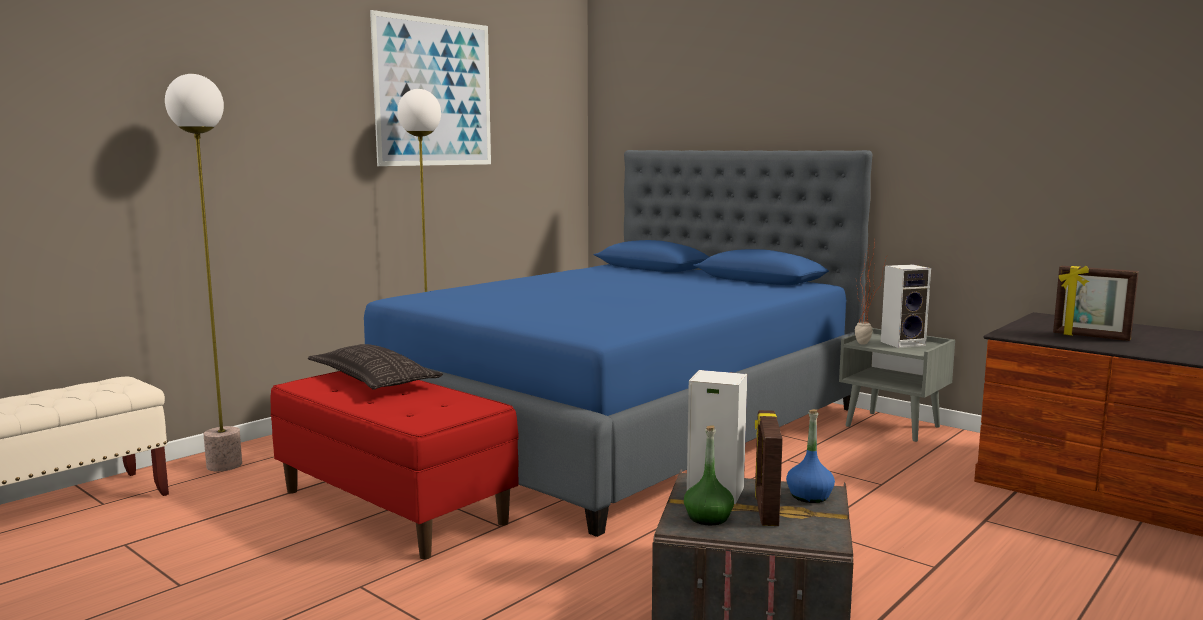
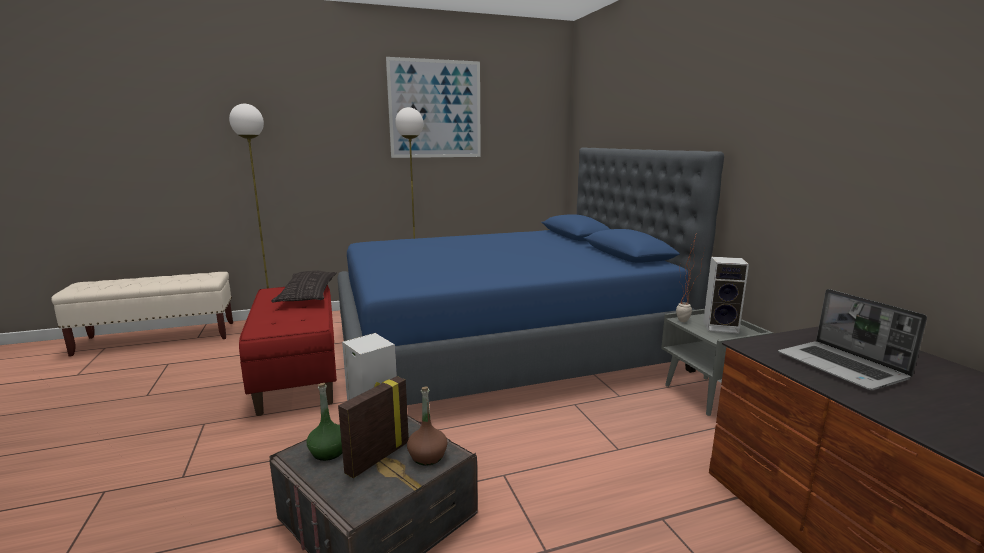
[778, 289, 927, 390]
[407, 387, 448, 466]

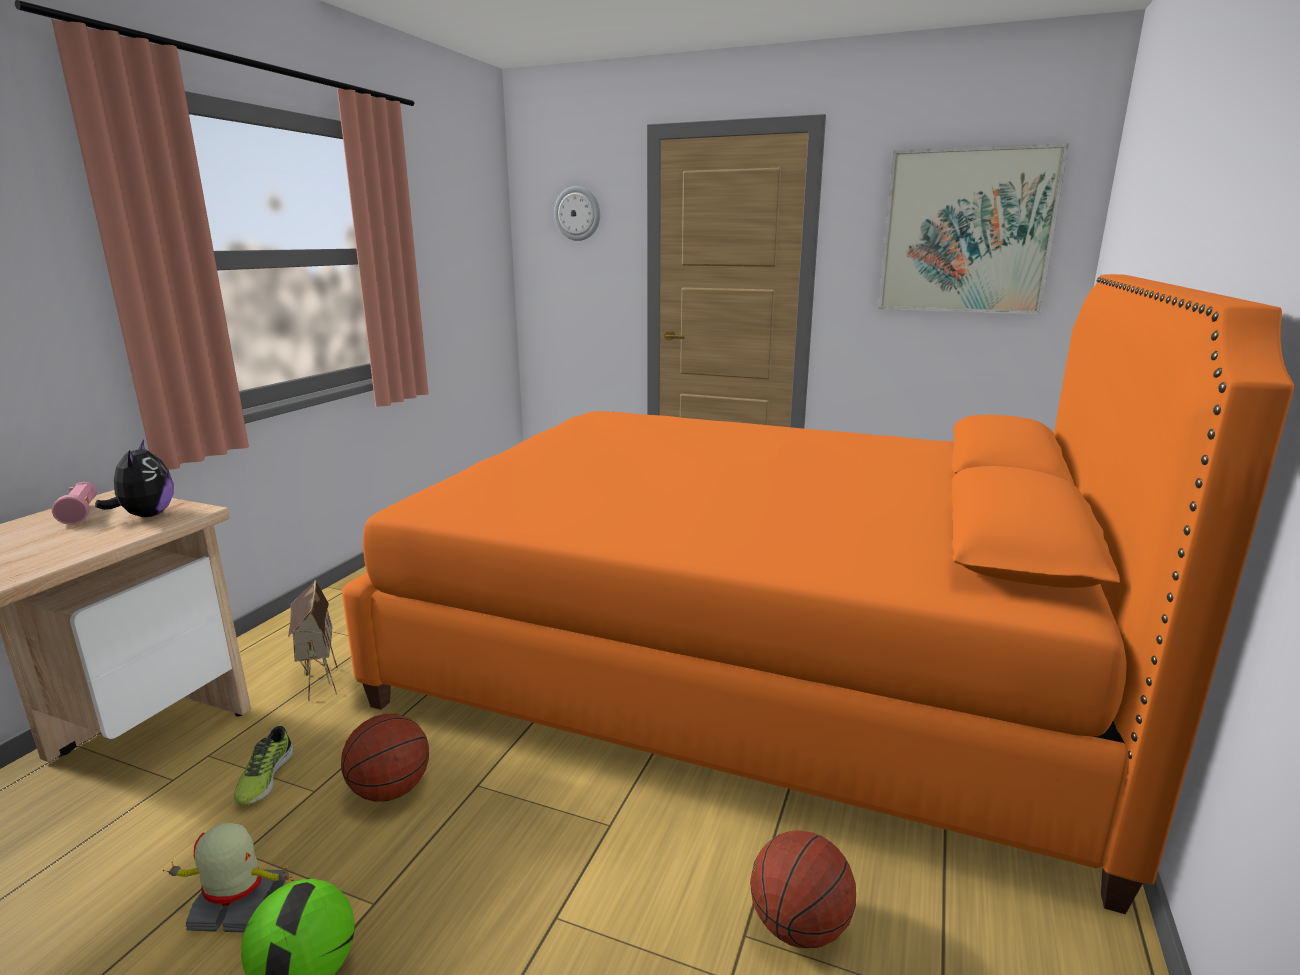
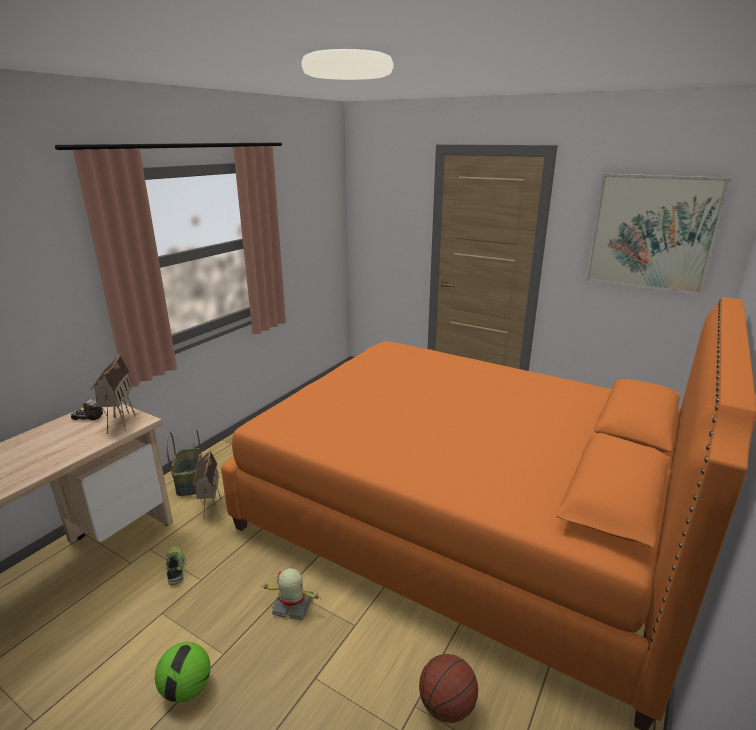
[341, 714, 429, 802] (first image)
[554, 186, 600, 241] (first image)
[166, 430, 202, 496]
[261, 568, 322, 621]
[71, 399, 103, 420]
[91, 354, 136, 434]
[166, 546, 186, 585]

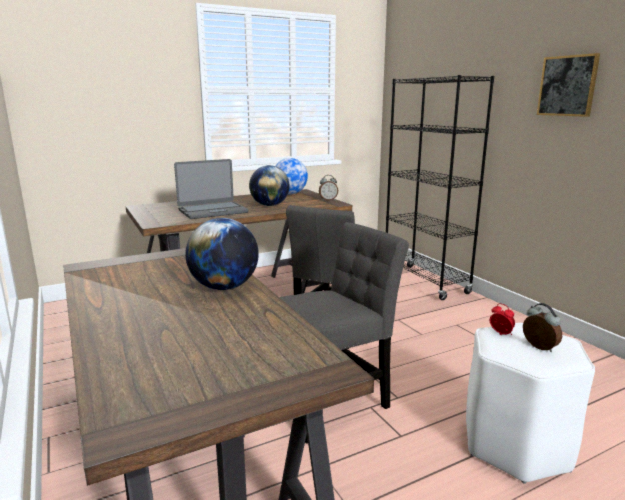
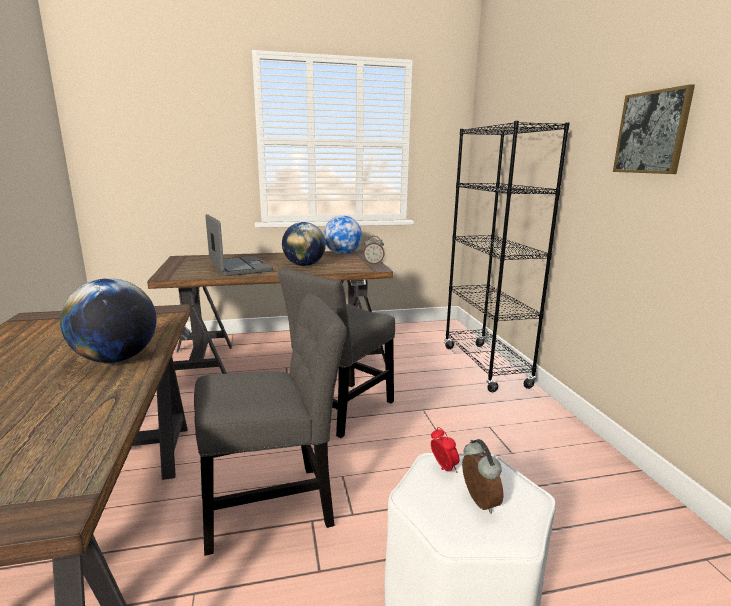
[205, 214, 273, 276]

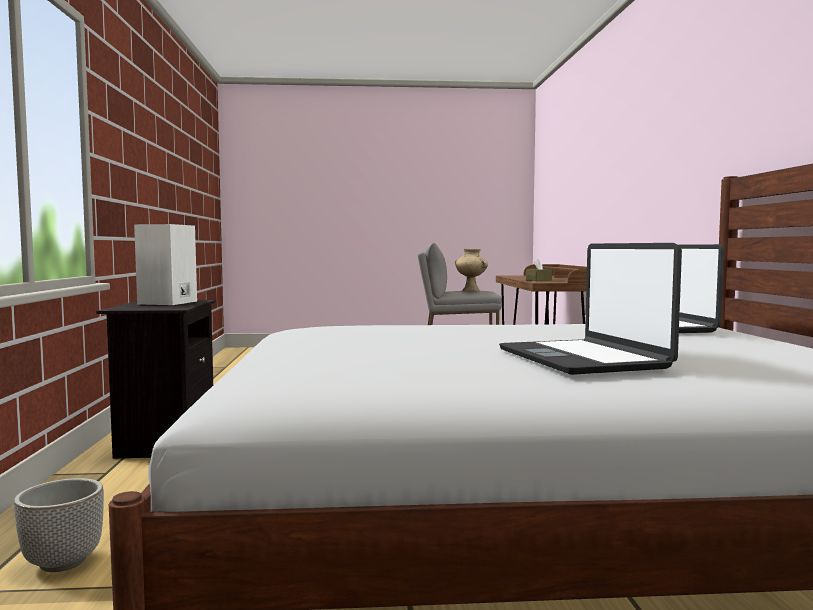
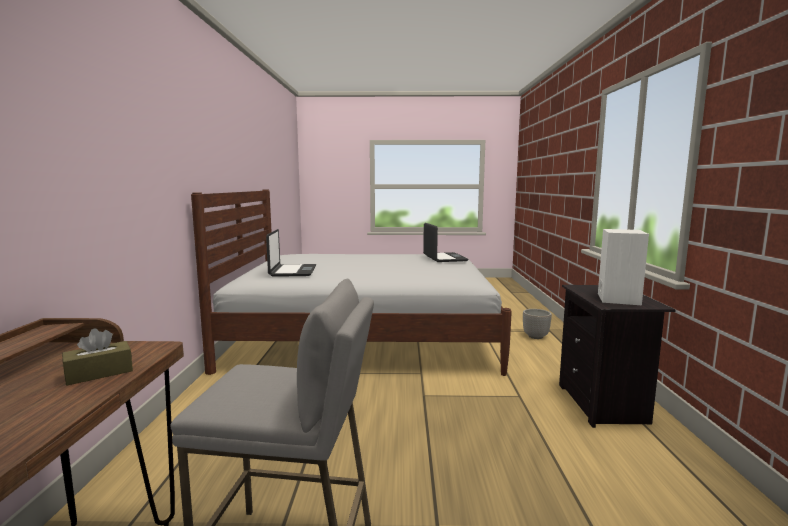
[455, 249, 488, 292] (first image)
[423, 223, 469, 262]

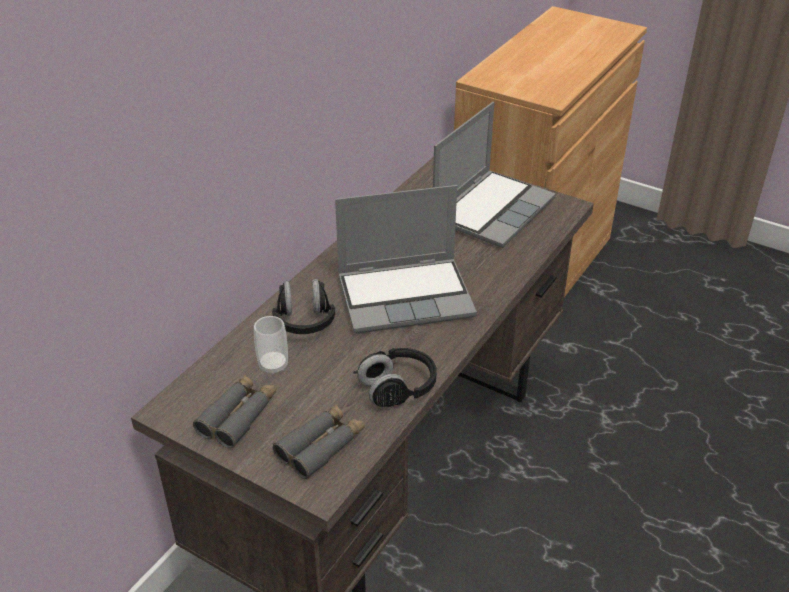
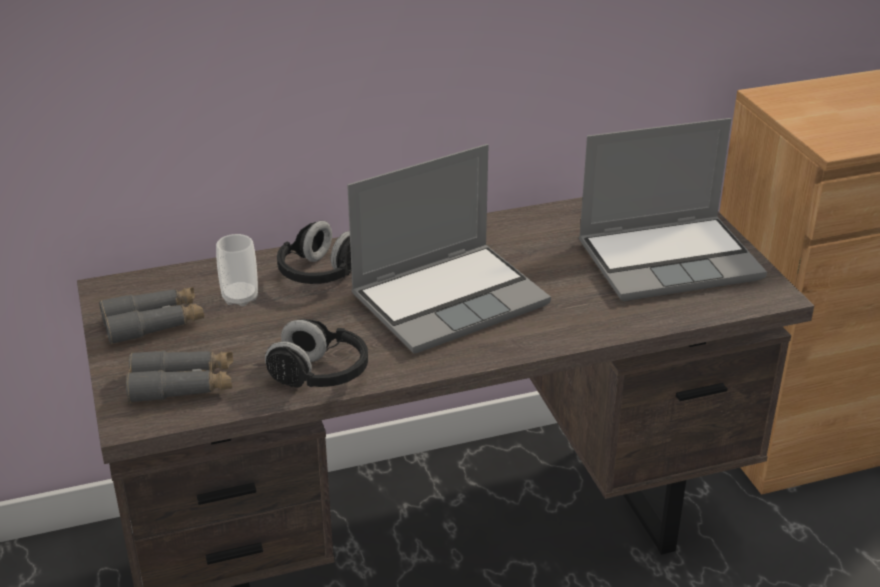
[347, 144, 551, 353]

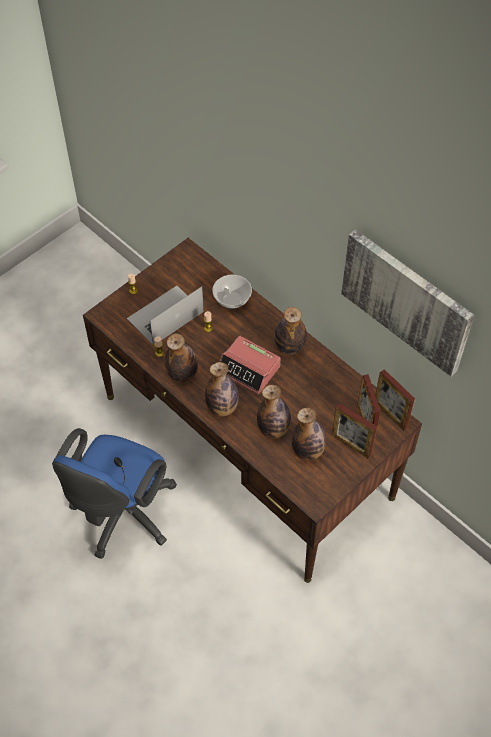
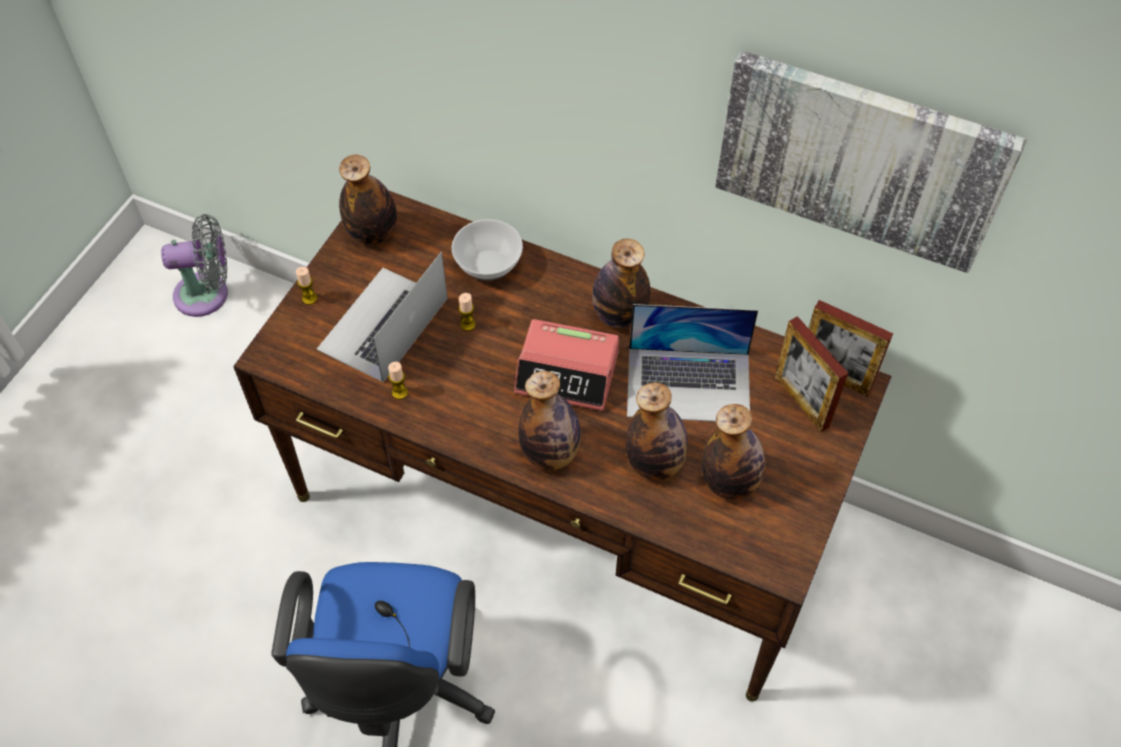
[332, 403, 377, 458] (first image)
[161, 214, 228, 317]
[627, 304, 758, 422]
[339, 154, 397, 245]

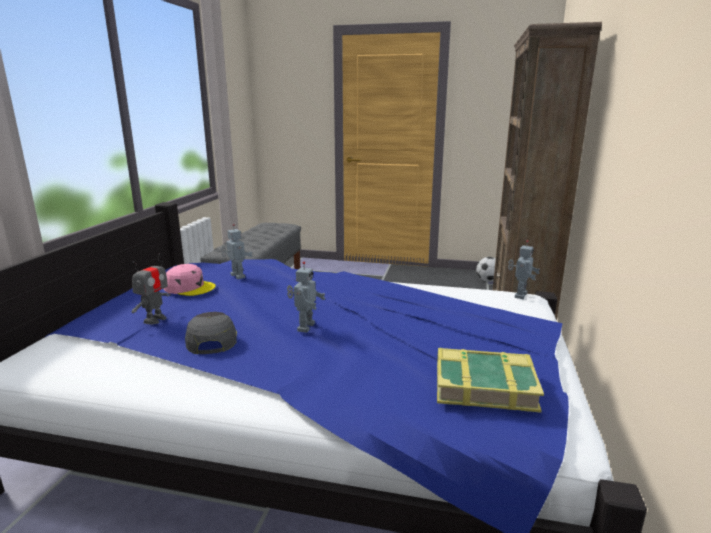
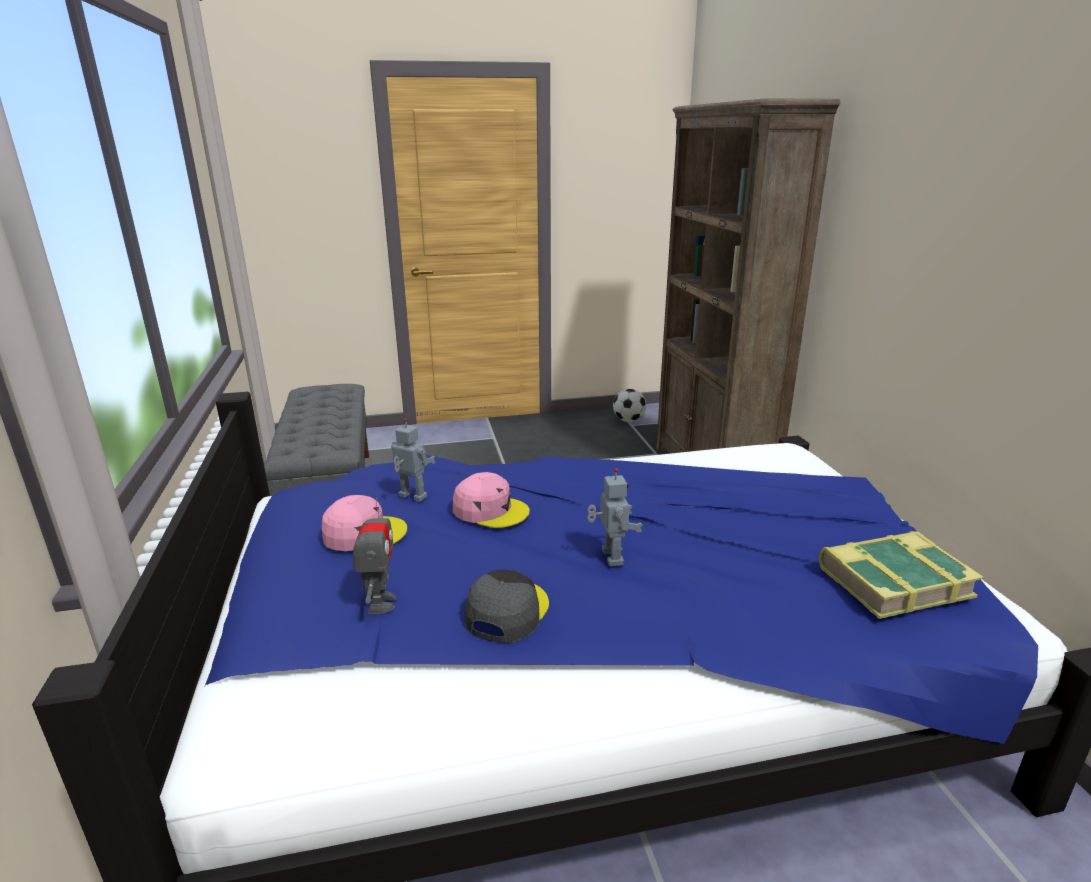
[508, 240, 540, 299] (first image)
[453, 472, 530, 528]
[465, 569, 549, 643]

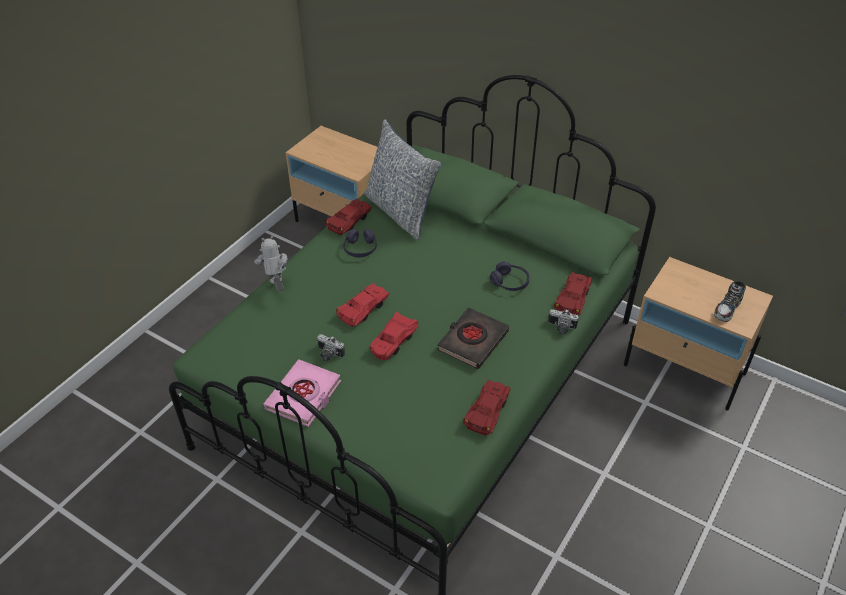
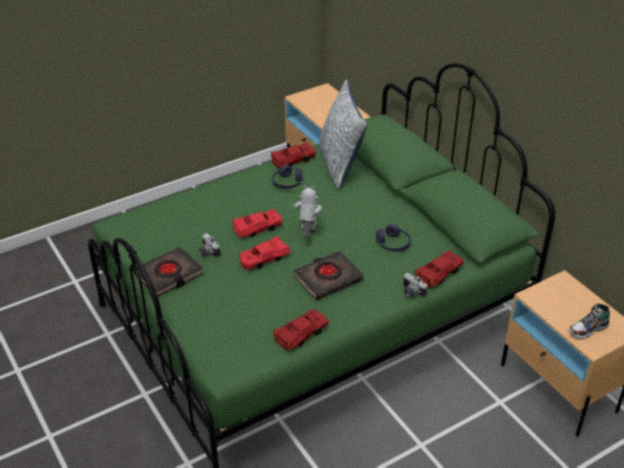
[293, 186, 322, 237]
[133, 247, 203, 297]

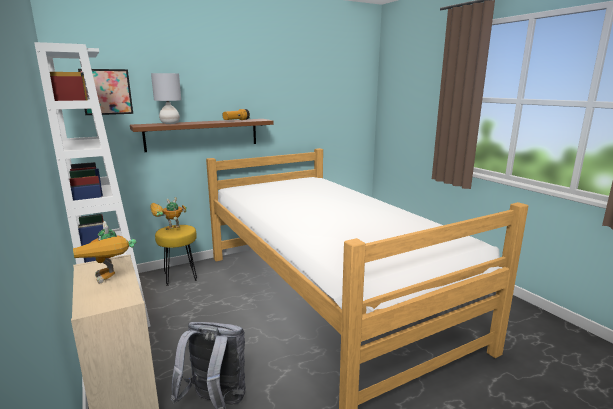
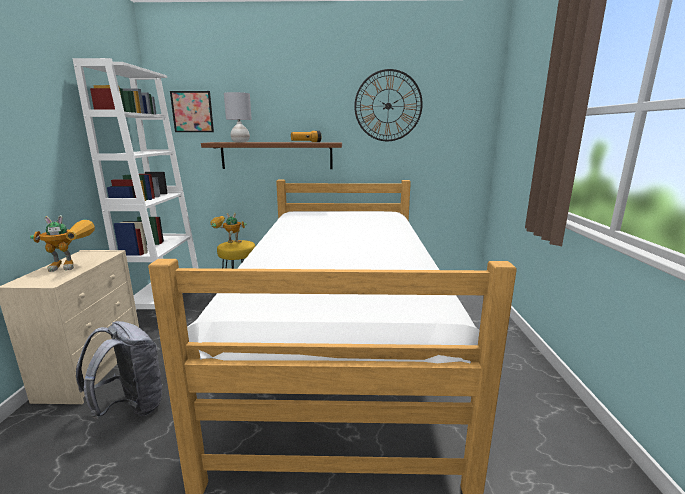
[354, 69, 423, 141]
[30, 215, 95, 272]

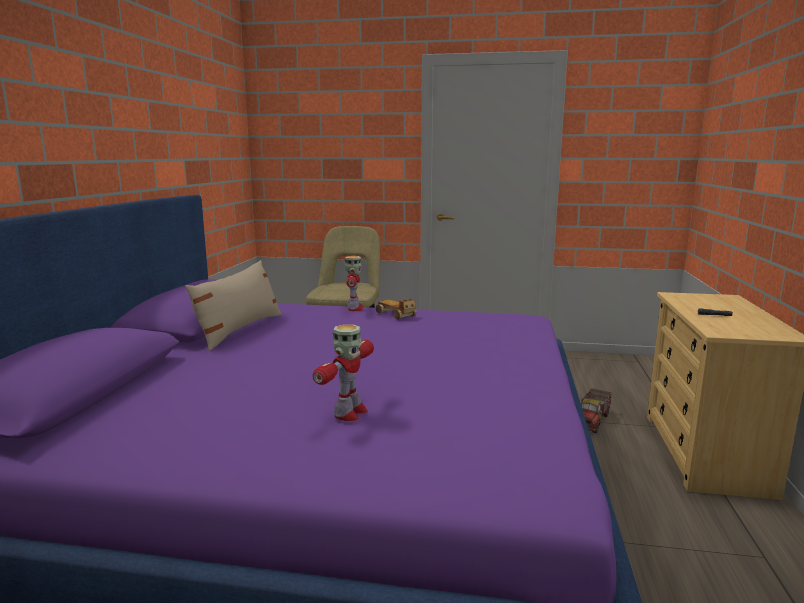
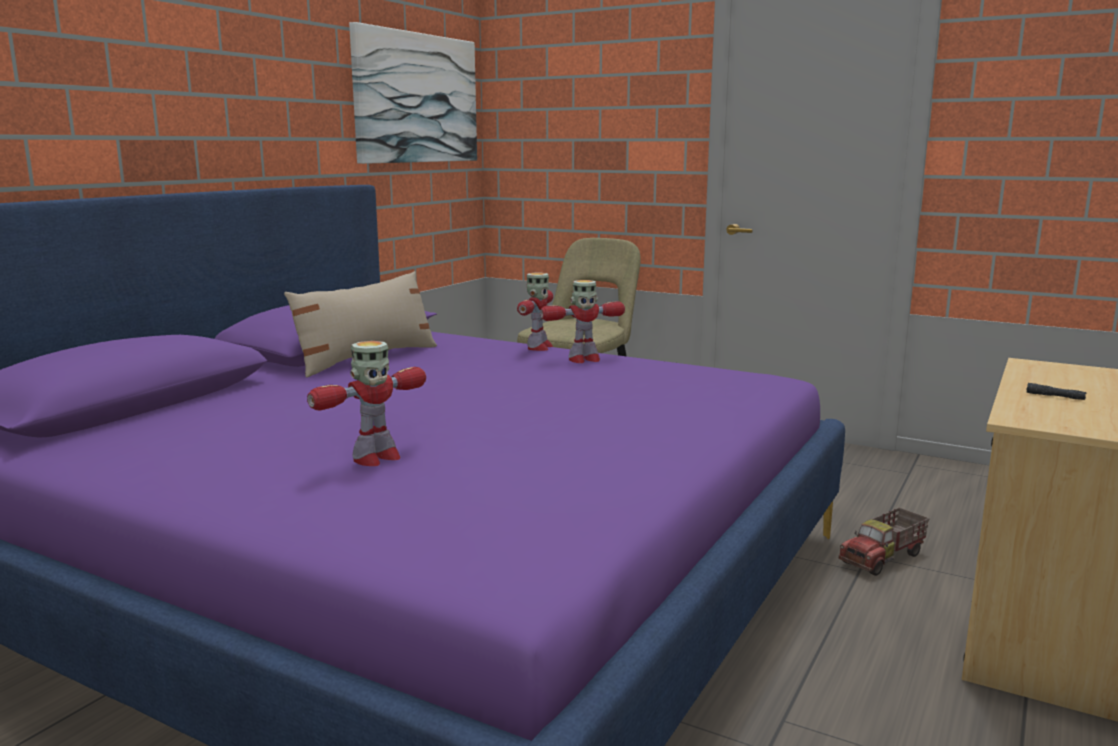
[349, 22, 477, 164]
[540, 280, 625, 363]

